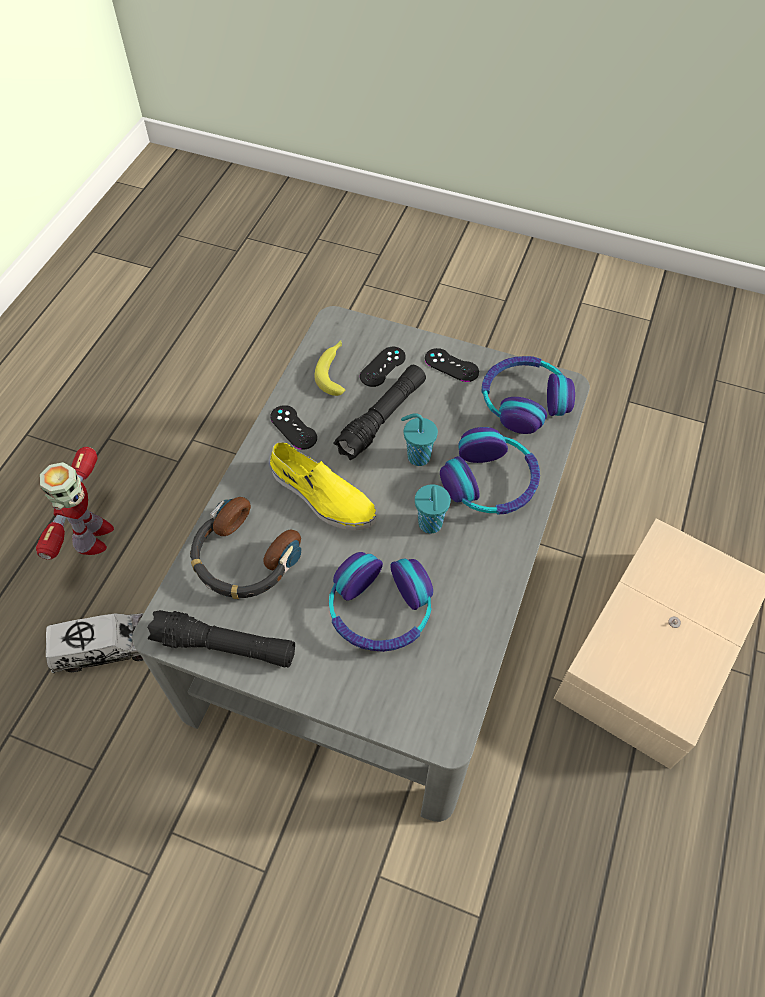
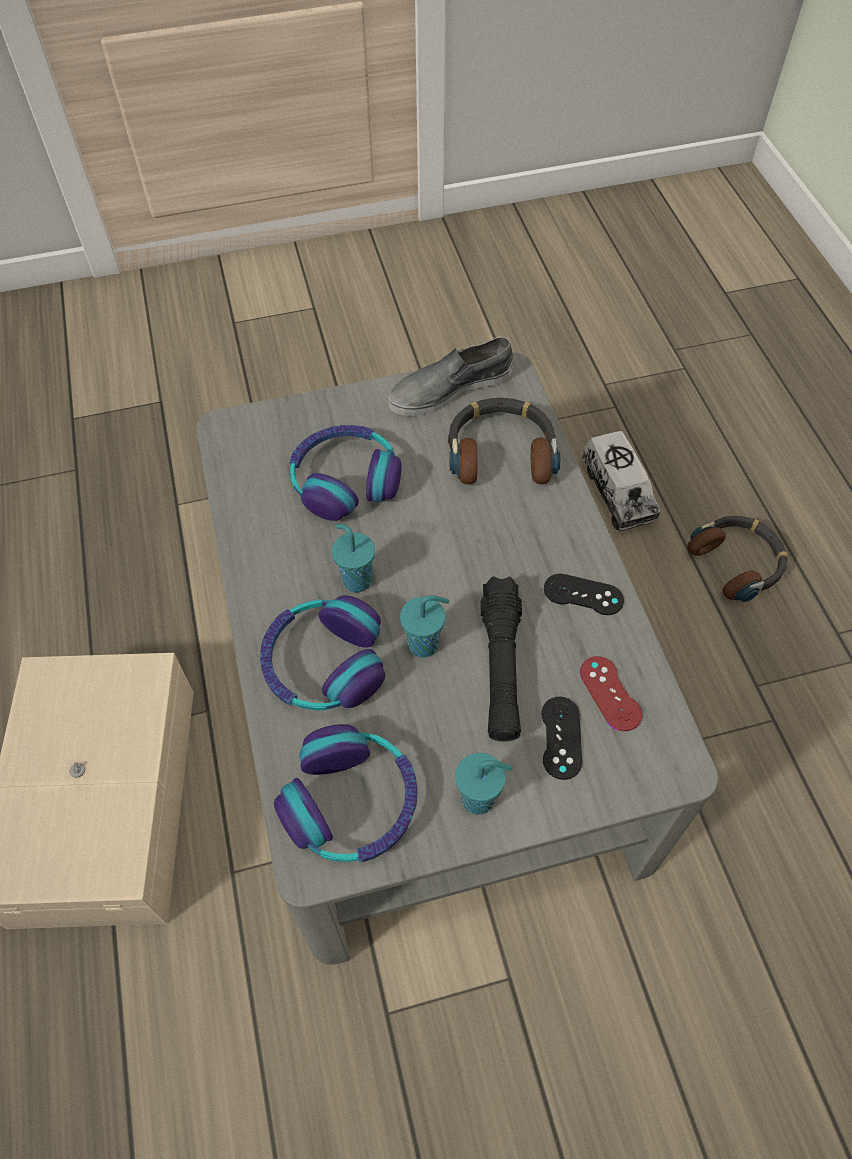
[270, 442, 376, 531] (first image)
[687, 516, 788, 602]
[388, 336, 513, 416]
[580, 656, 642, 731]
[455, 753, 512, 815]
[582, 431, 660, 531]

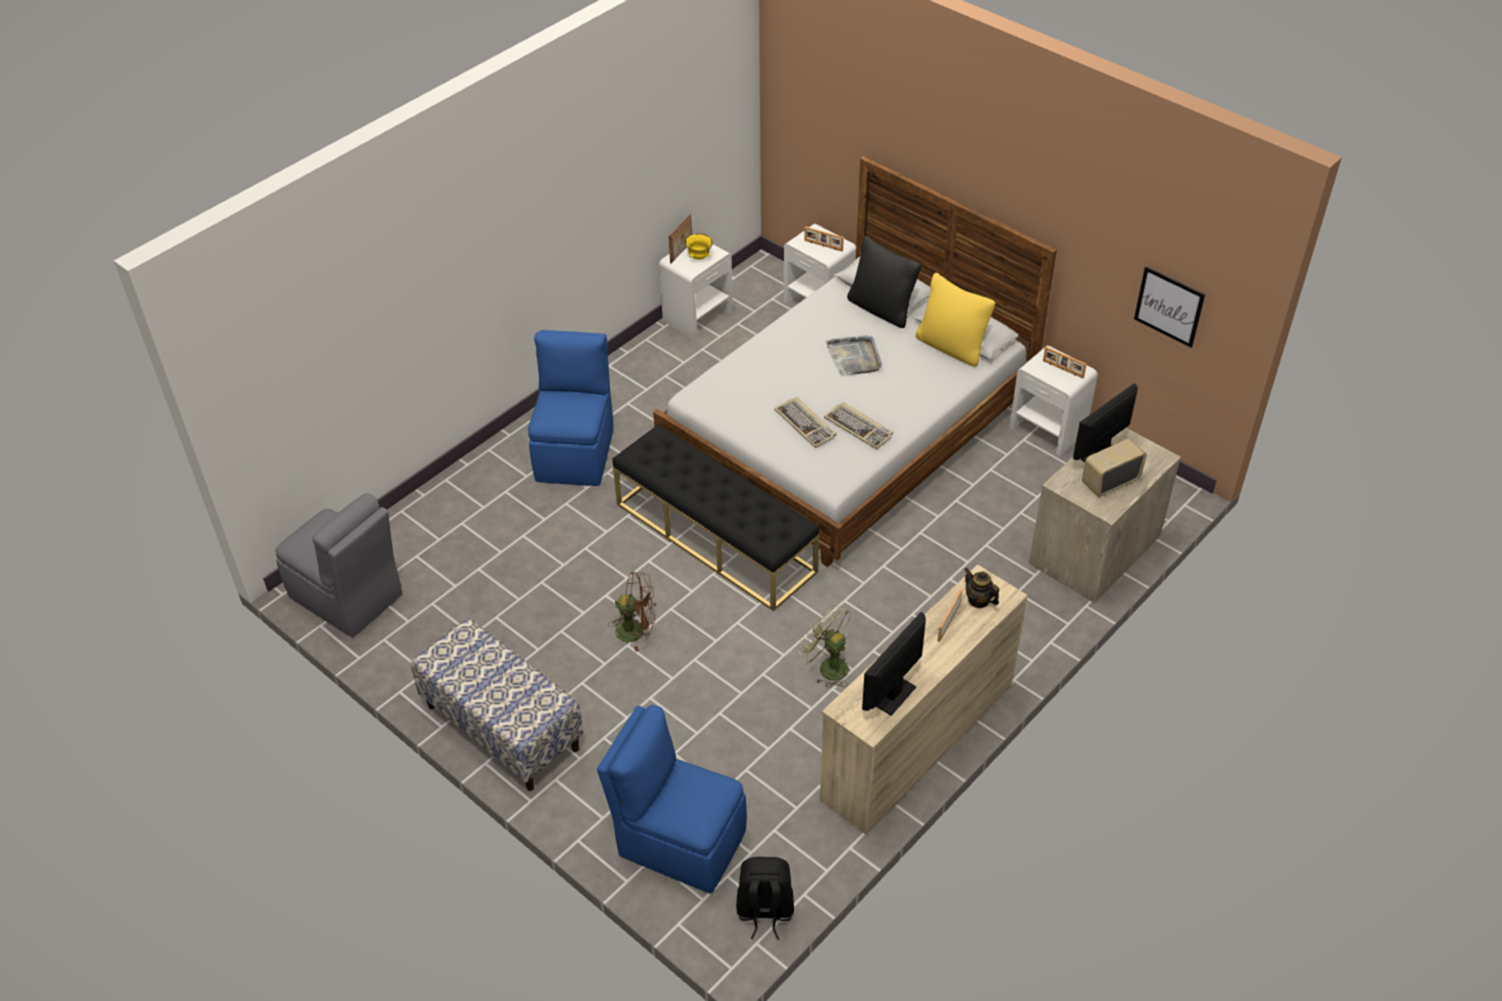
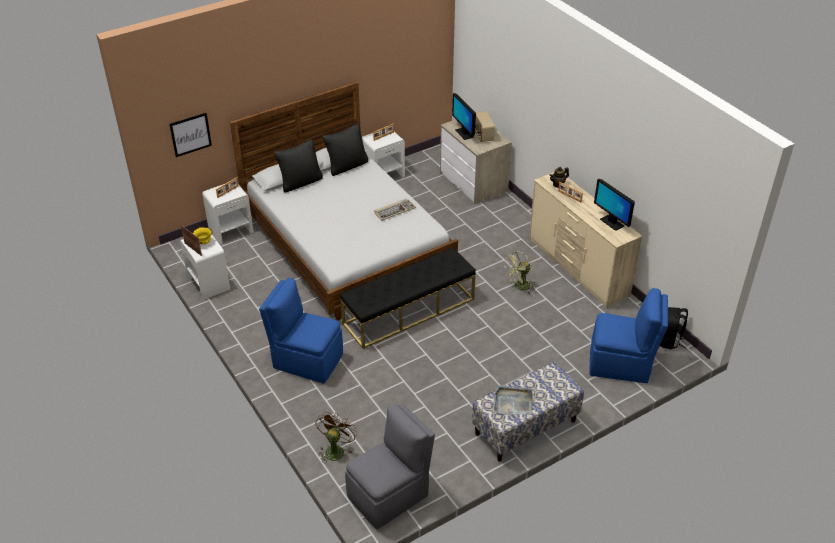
[774, 397, 837, 448] (first image)
[315, 412, 357, 464]
[494, 386, 533, 414]
[169, 113, 212, 157]
[322, 123, 368, 176]
[590, 288, 668, 383]

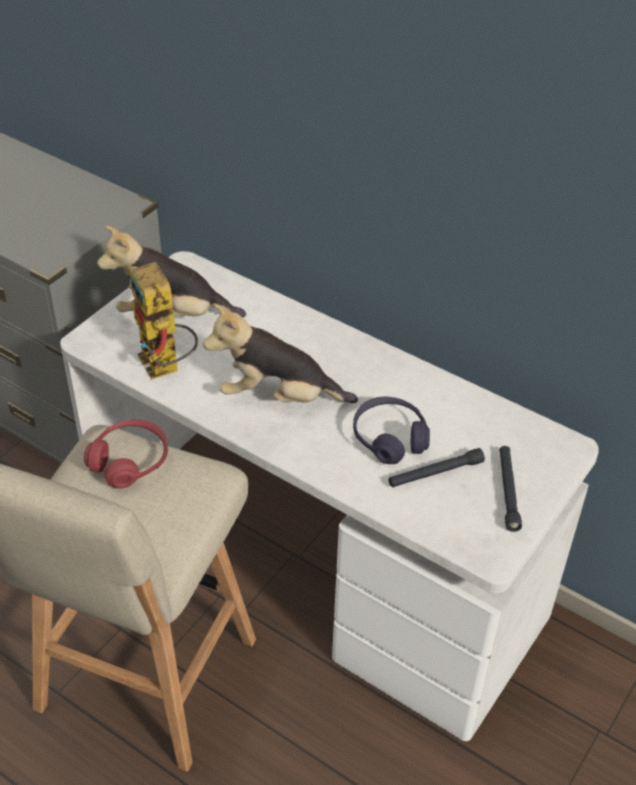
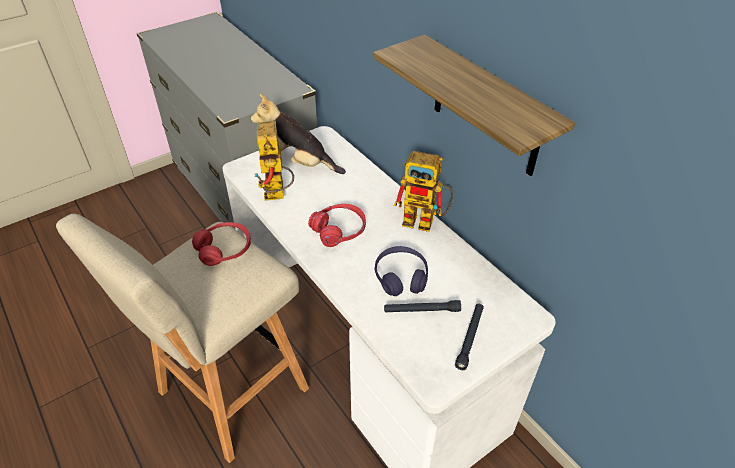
[373, 35, 575, 176]
[394, 151, 453, 232]
[308, 204, 366, 247]

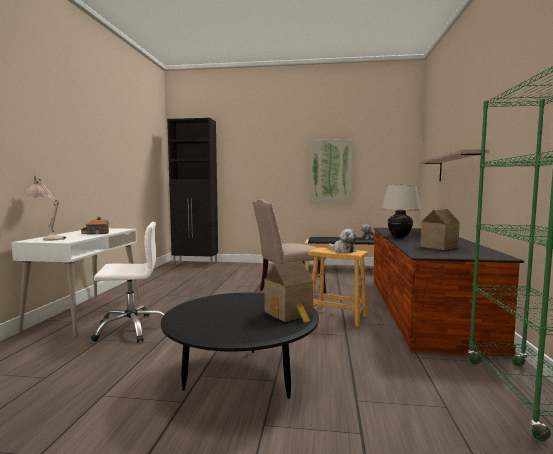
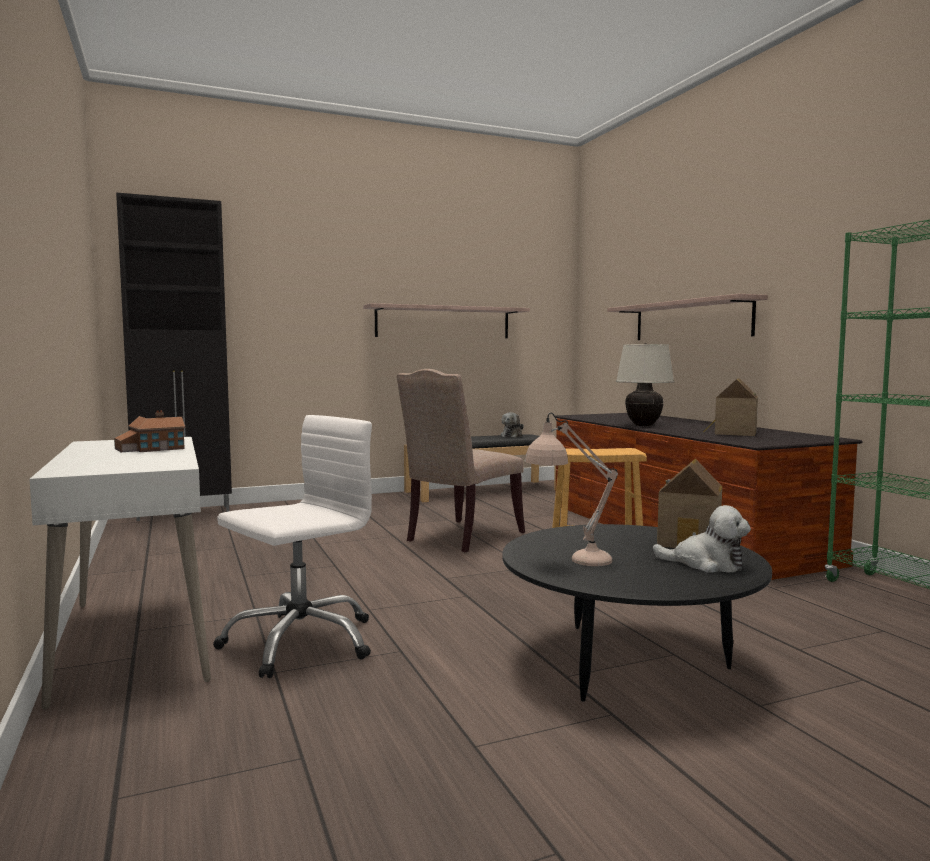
[525, 413, 618, 566]
[652, 505, 751, 573]
[363, 303, 530, 338]

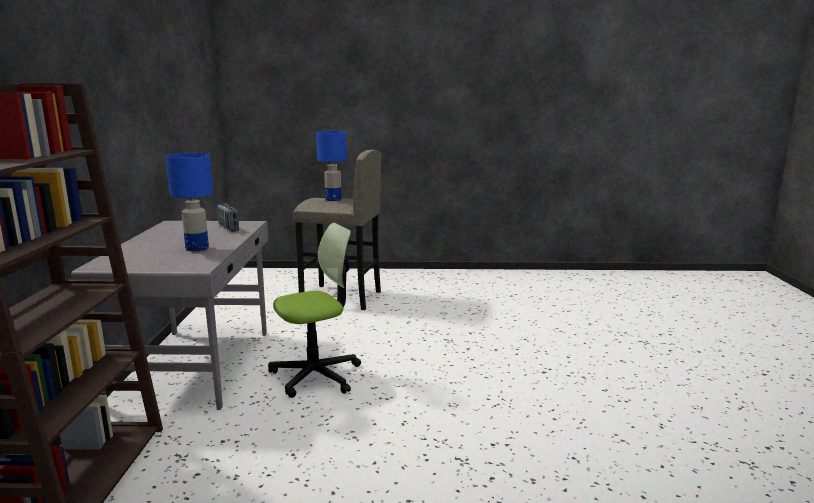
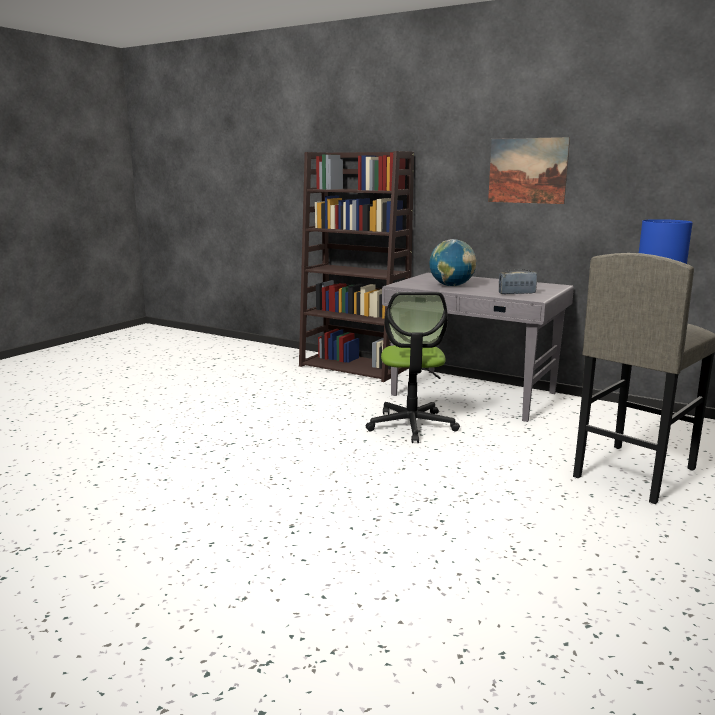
[488, 137, 570, 204]
[429, 239, 476, 287]

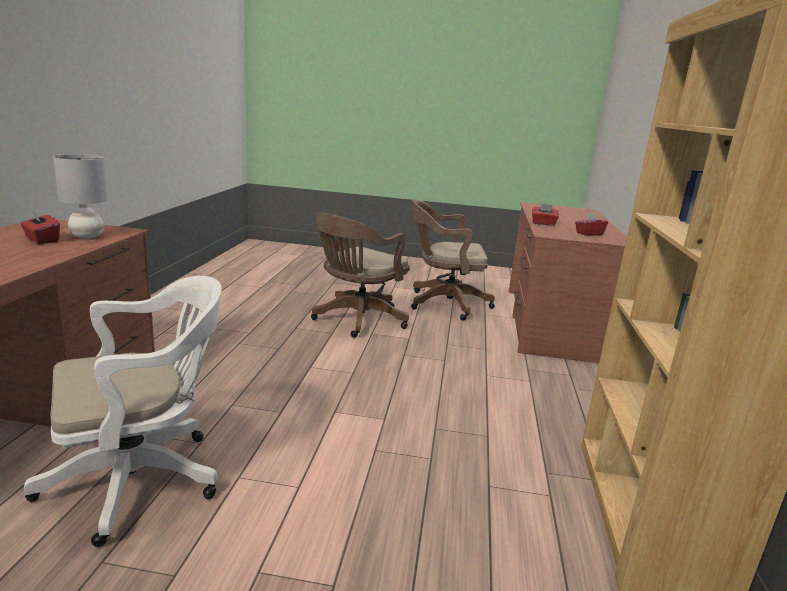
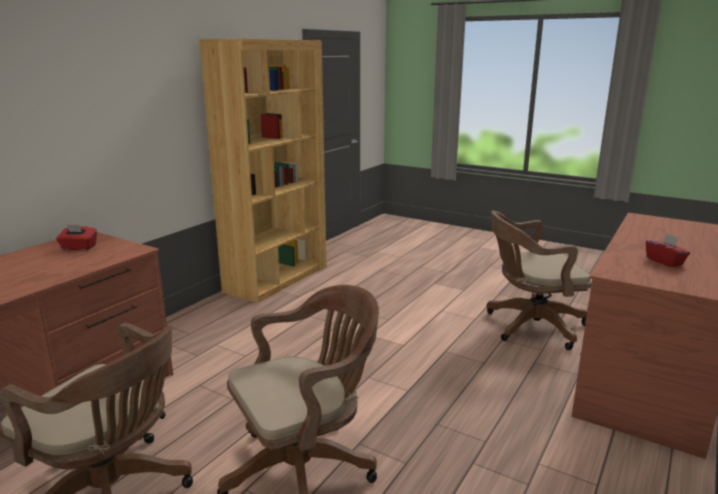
[53, 154, 107, 239] (first image)
[532, 204, 559, 226] (first image)
[486, 211, 591, 350]

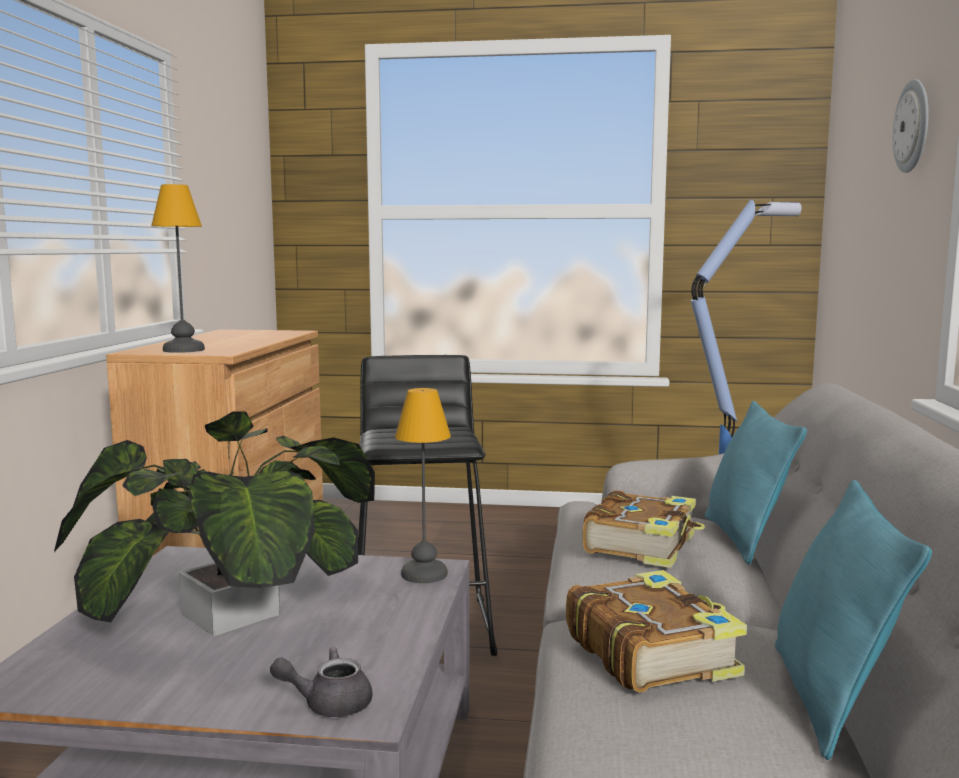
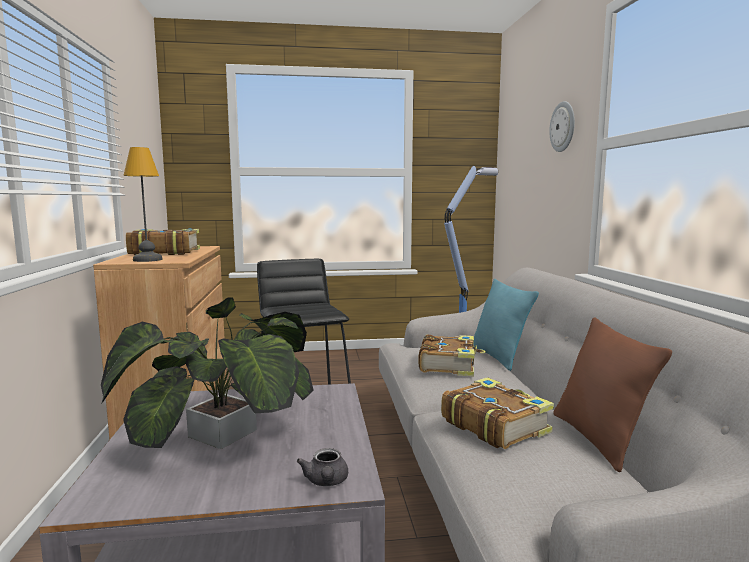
[395, 388, 451, 583] (first image)
[126, 229, 200, 255]
[553, 317, 672, 472]
[297, 448, 348, 486]

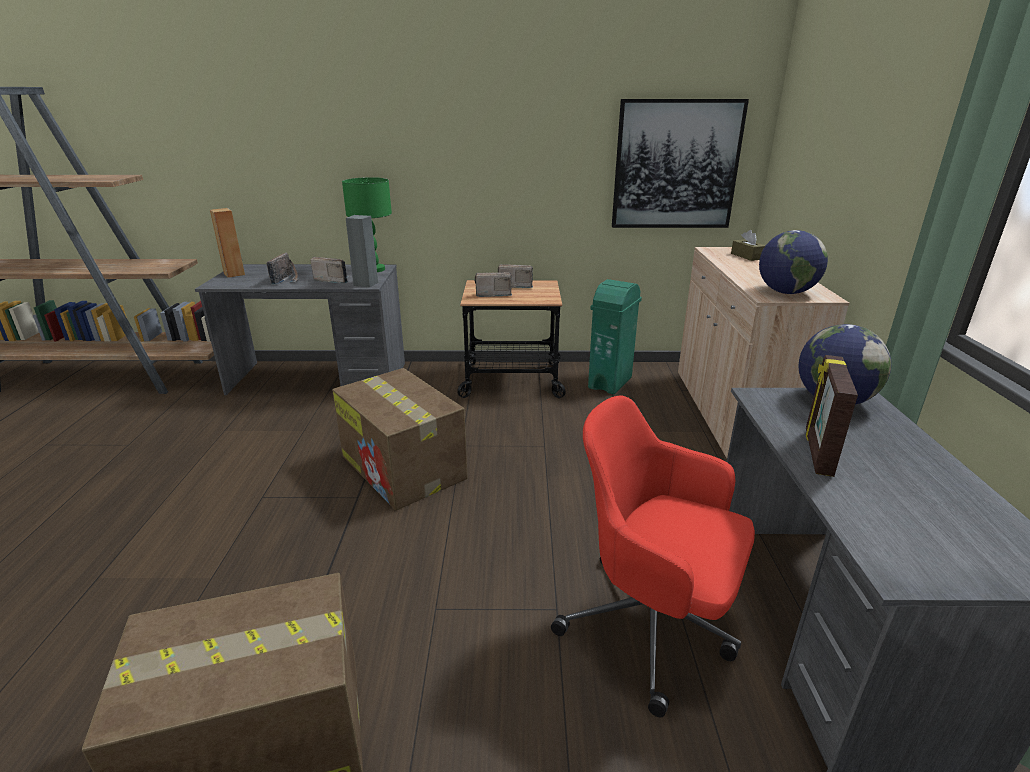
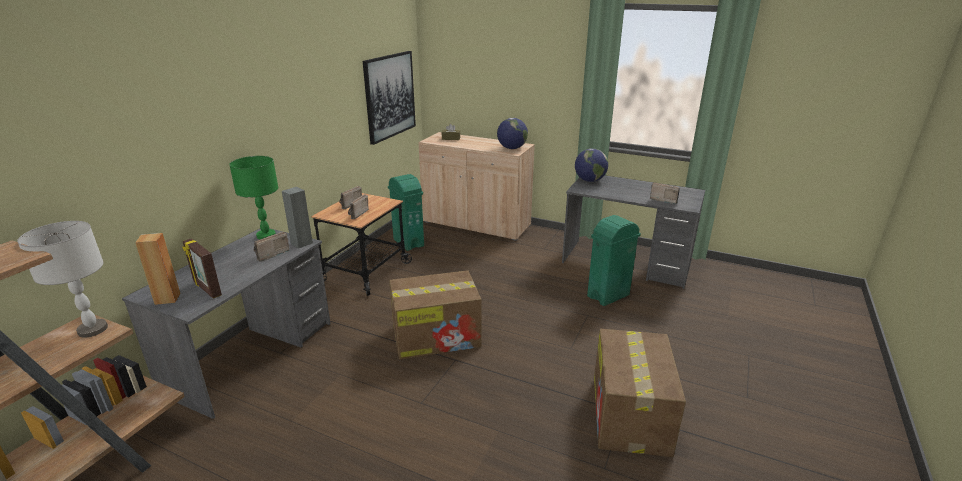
[17, 221, 108, 338]
[650, 182, 680, 204]
[182, 238, 222, 299]
[587, 215, 641, 306]

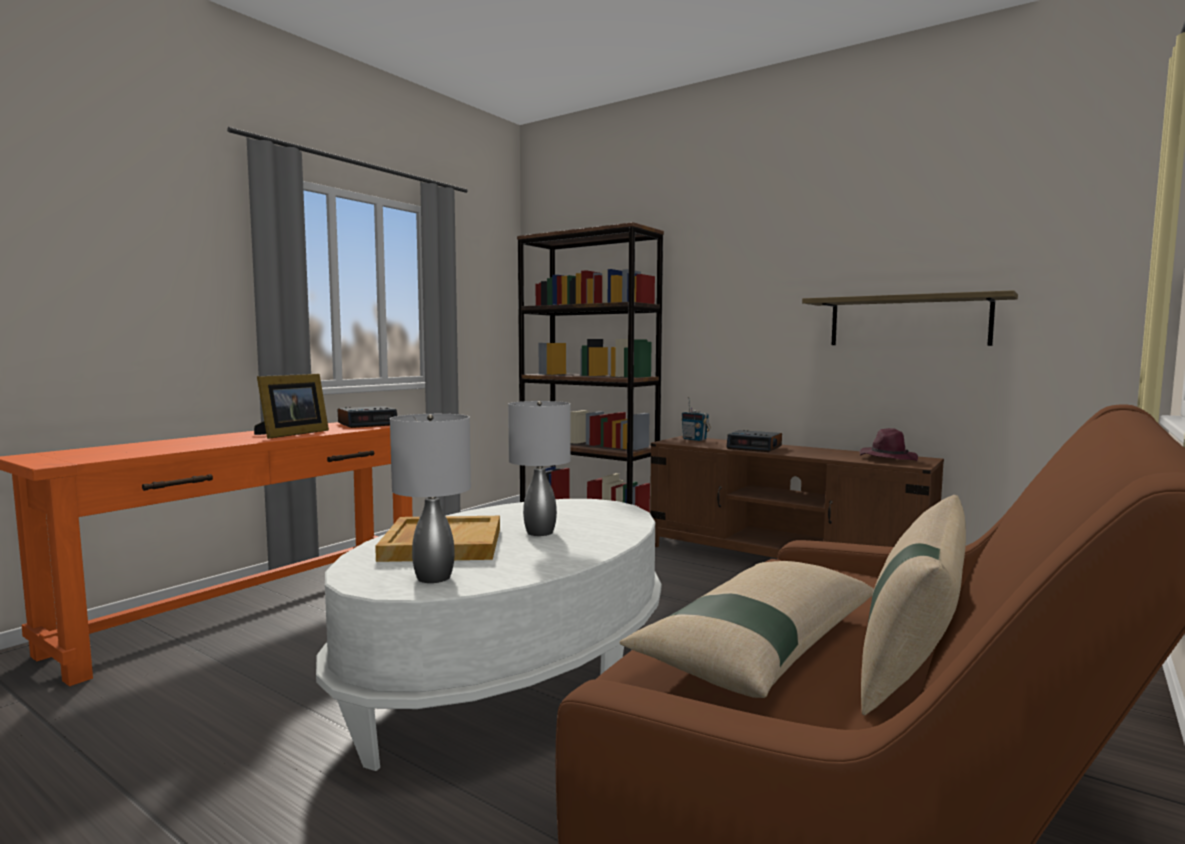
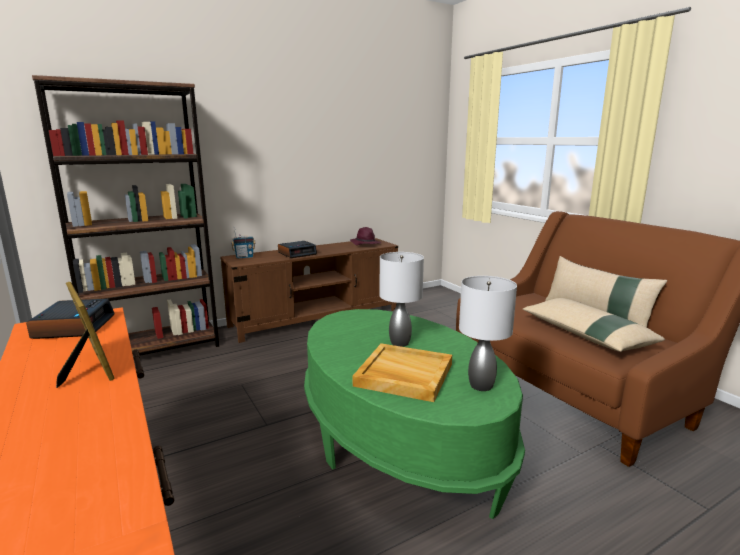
[802, 290, 1018, 346] (first image)
[304, 309, 525, 519]

